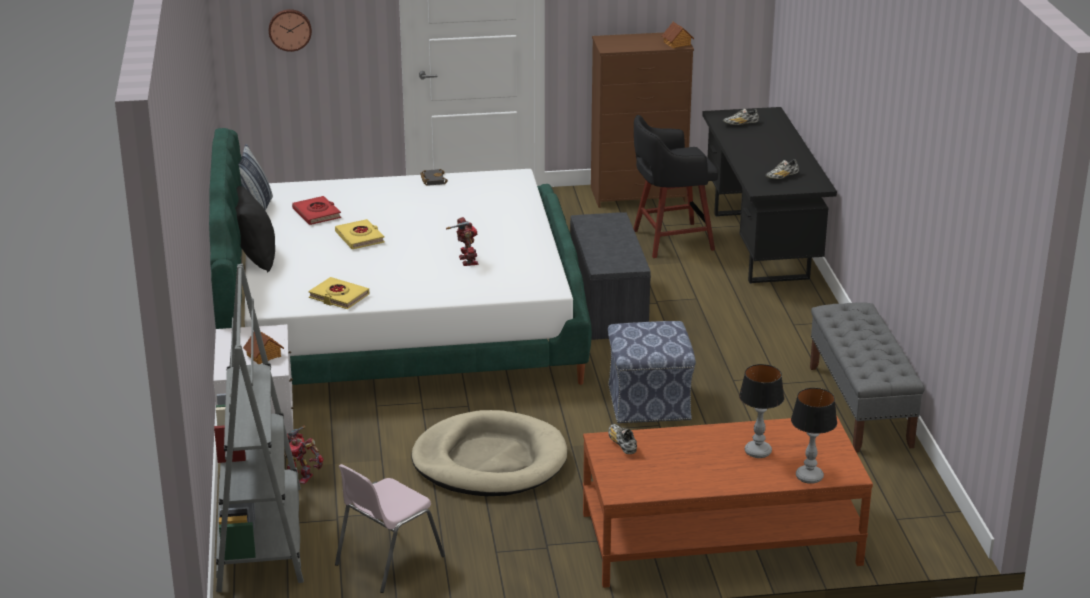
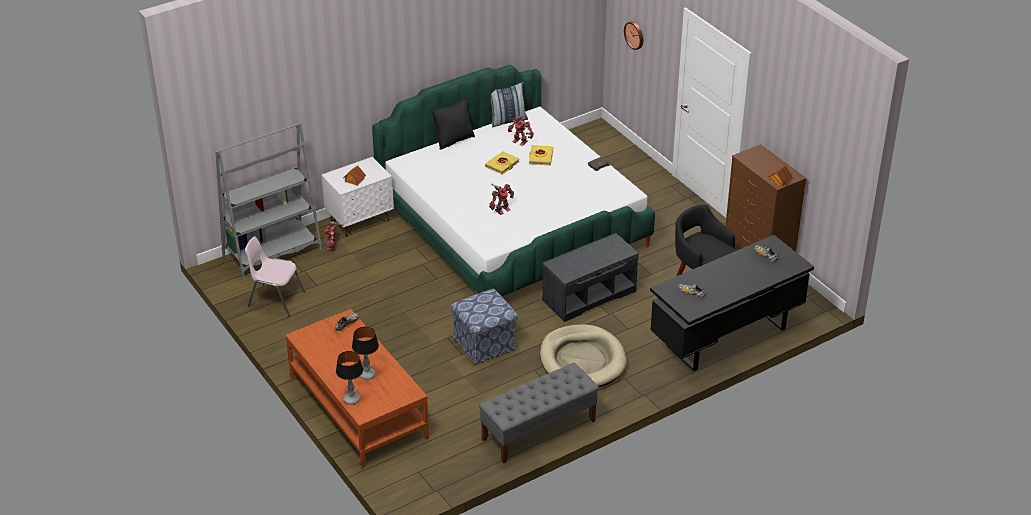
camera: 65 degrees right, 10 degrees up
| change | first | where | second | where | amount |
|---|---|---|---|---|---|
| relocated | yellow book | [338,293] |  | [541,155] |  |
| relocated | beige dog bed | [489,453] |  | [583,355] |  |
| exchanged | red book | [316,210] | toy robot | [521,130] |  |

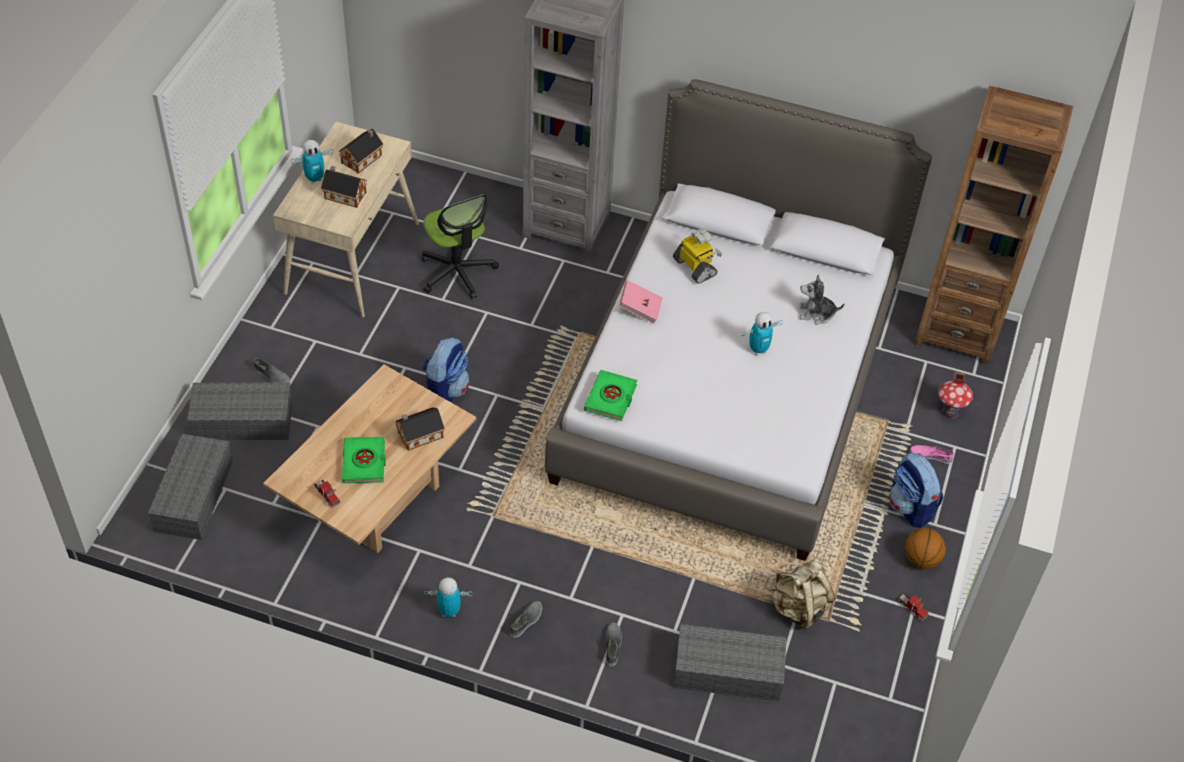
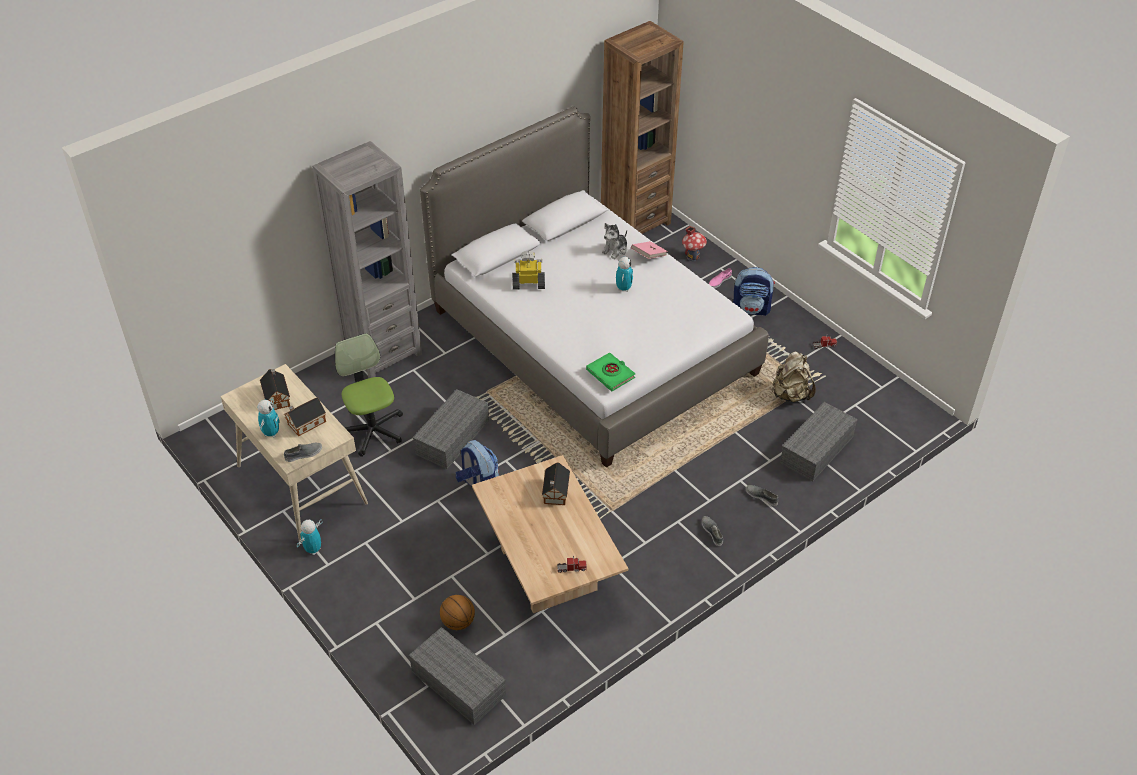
camera: 55 degrees left, 5 degrees down
| change | first | where | second | where | amount |
|---|---|---|---|---|---|
| missing | green book | [364,460] |  |  |  |
| relocated | grey storage box | [239,411] |  | [451,429] |  |
| relocated | grey shoe | [272,370] |  | [303,452] |  |
| relocated | toy robot | [448,597] |  | [309,537] |  |
| relocated | pink book | [640,301] |  | [649,250] |  |
| relocated | basketball | [925,548] |  | [457,612] |  |
| spun | office chair | [460,246] |  | [369,395] | 120 degrees counterclockwise |

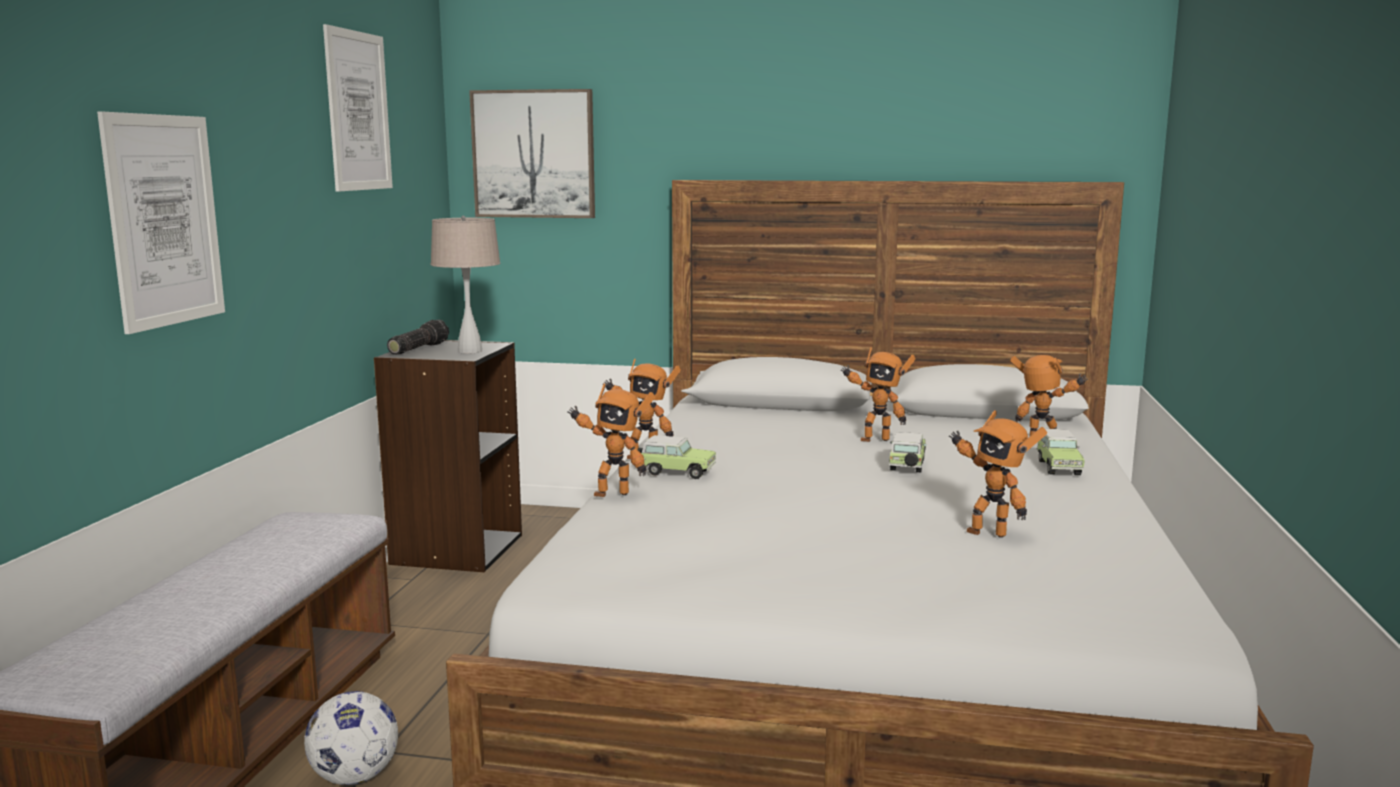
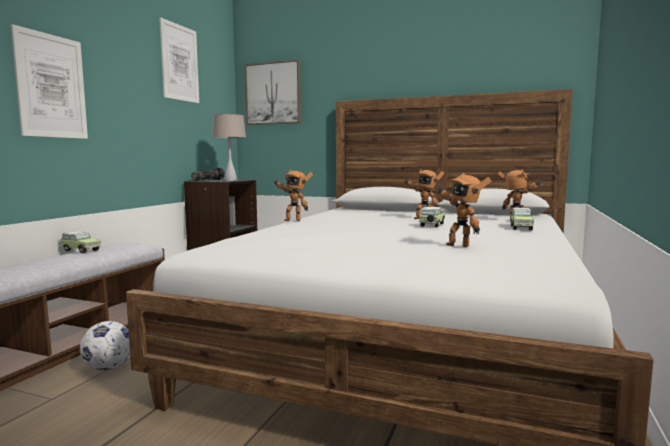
camera: 10 degrees right, 5 degrees down
| change | first | where | second | where | amount |
|---|---|---|---|---|---|
| missing | toy robot | [611,440] |  |  |  |
| relocated | toy car | [676,457] |  | [81,242] |  |

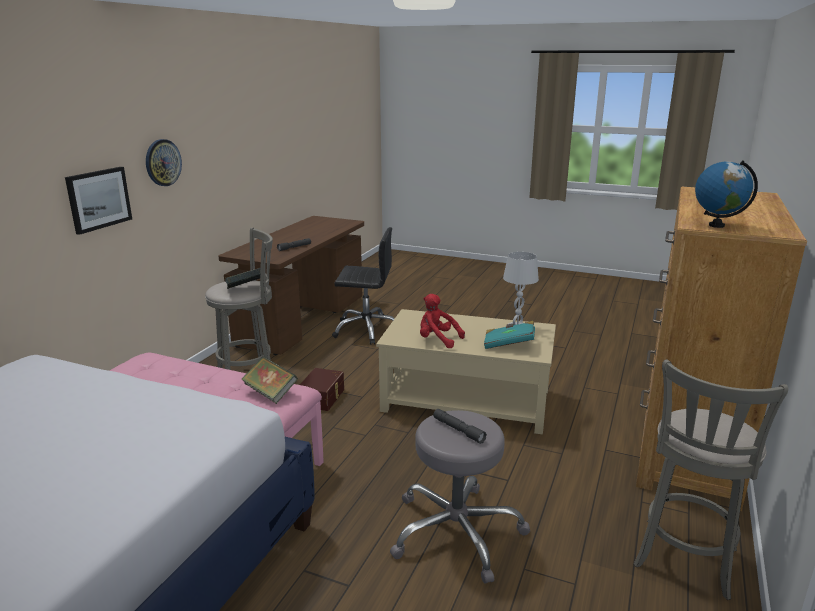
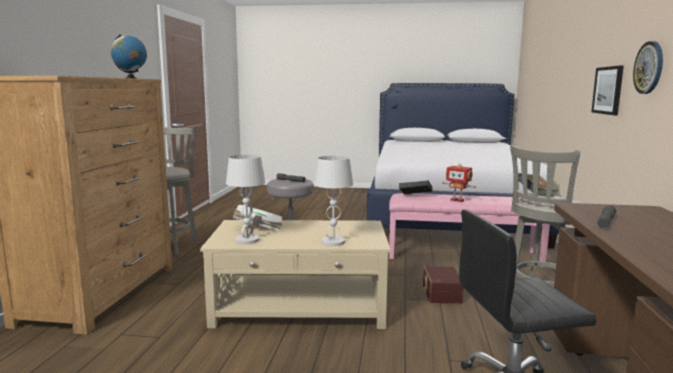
camera: 165 degrees right, 10 degrees down
| change | first | where | second | where | amount |
|---|---|---|---|---|---|
| missing | red plush toy | [442,321] |  |  |  |
| appeared |  |  | white table lamp | [333,201] |  |
| appeared |  |  | toy robot | [459,183] |  |
| colour | turquoise book | [509,335] | white book | [257,217] |  |

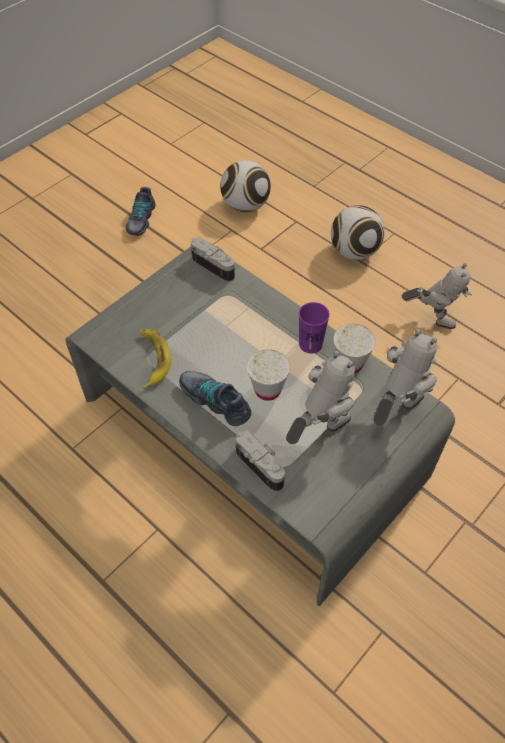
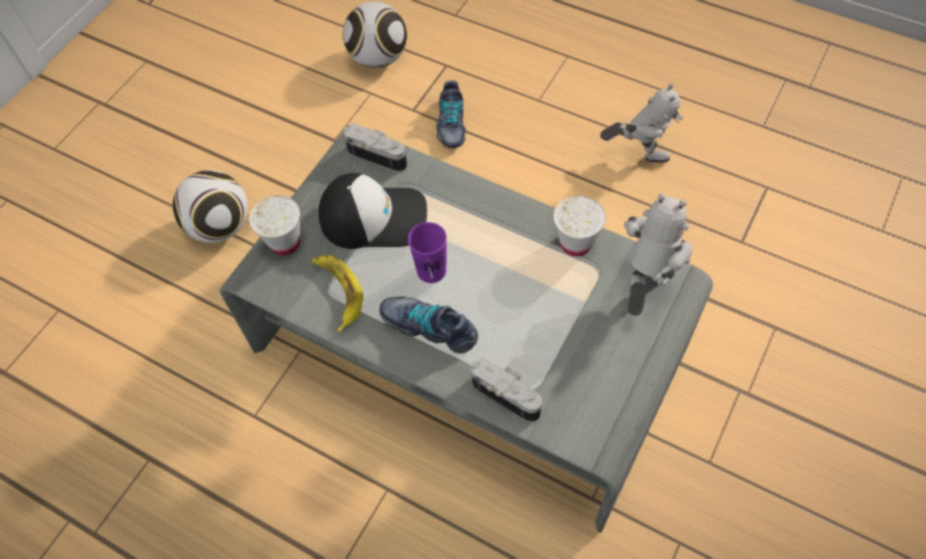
camera: 10 degrees left, 5 degrees up
| change | first | where | second | where | amount |
|---|---|---|---|---|---|
| missing | toy robot | [320,397] |  |  |  |
| appeared |  |  | cap | [372,211] |  |
| relocated | shoe | [141,211] |  | [451,114] |  |
| relocated | white cup | [268,375] |  | [275,225] |  |
| relocated | purple cup | [314,328] |  | [427,252] |  |
| relocated | football | [358,232] |  | [210,206] |  |

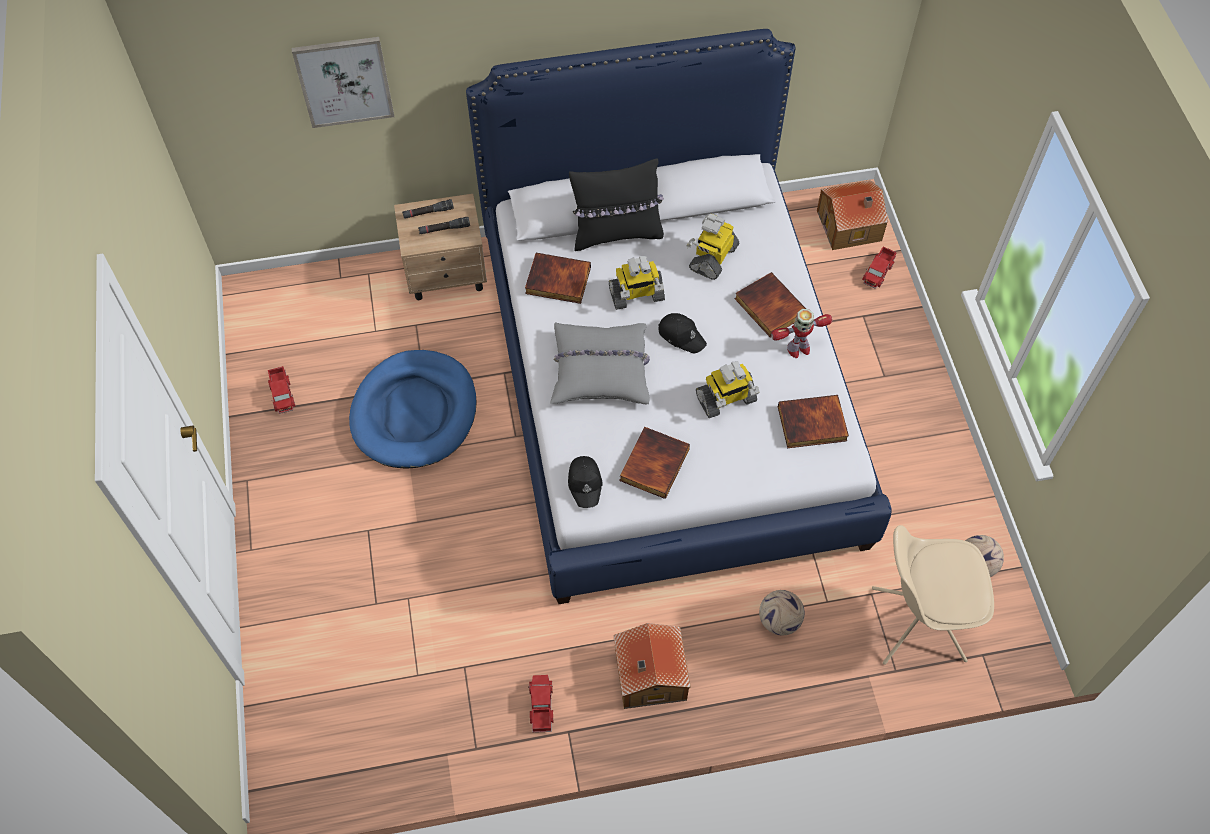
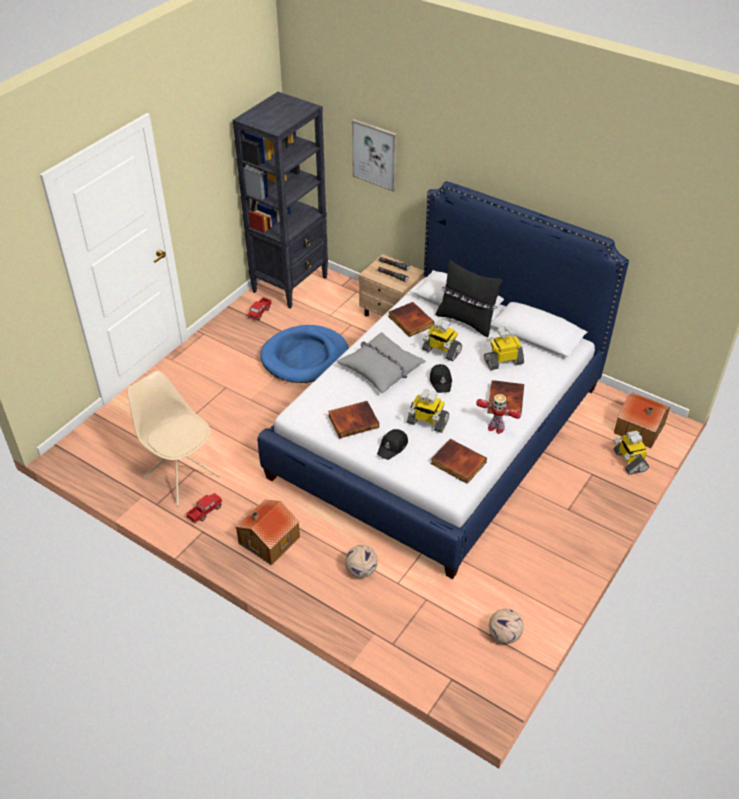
camera: 45 degrees right, 15 degrees down
| change | first | where | second | where | amount |
|---|---|---|---|---|---|
| appeared |  |  | black bookcase | [280,200] |  |
| relocated | black cap | [585,482] |  | [392,444] |  |
| relocated | beige chair | [933,595] |  | [173,439] |  |
| exchanged | toy truck | [879,268] | toy robot | [631,453] |  |

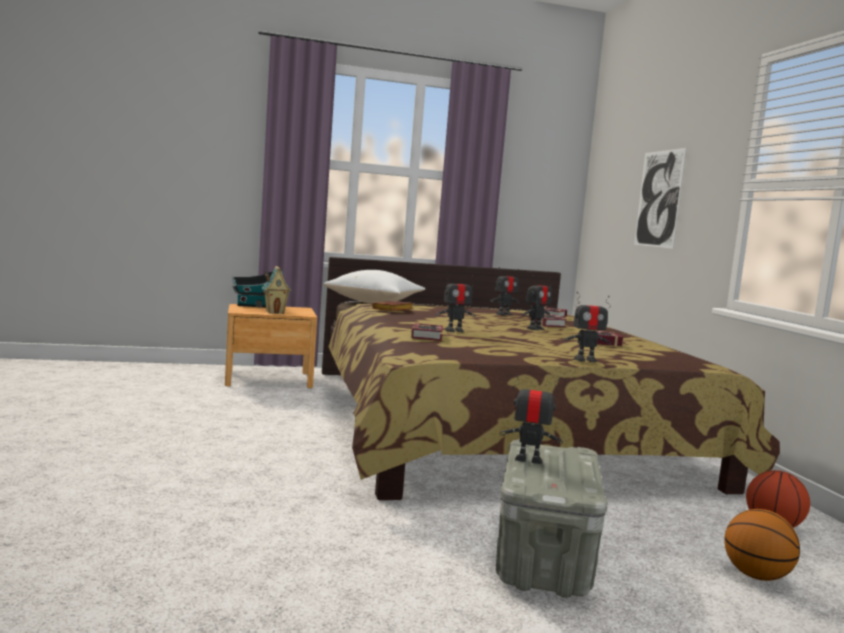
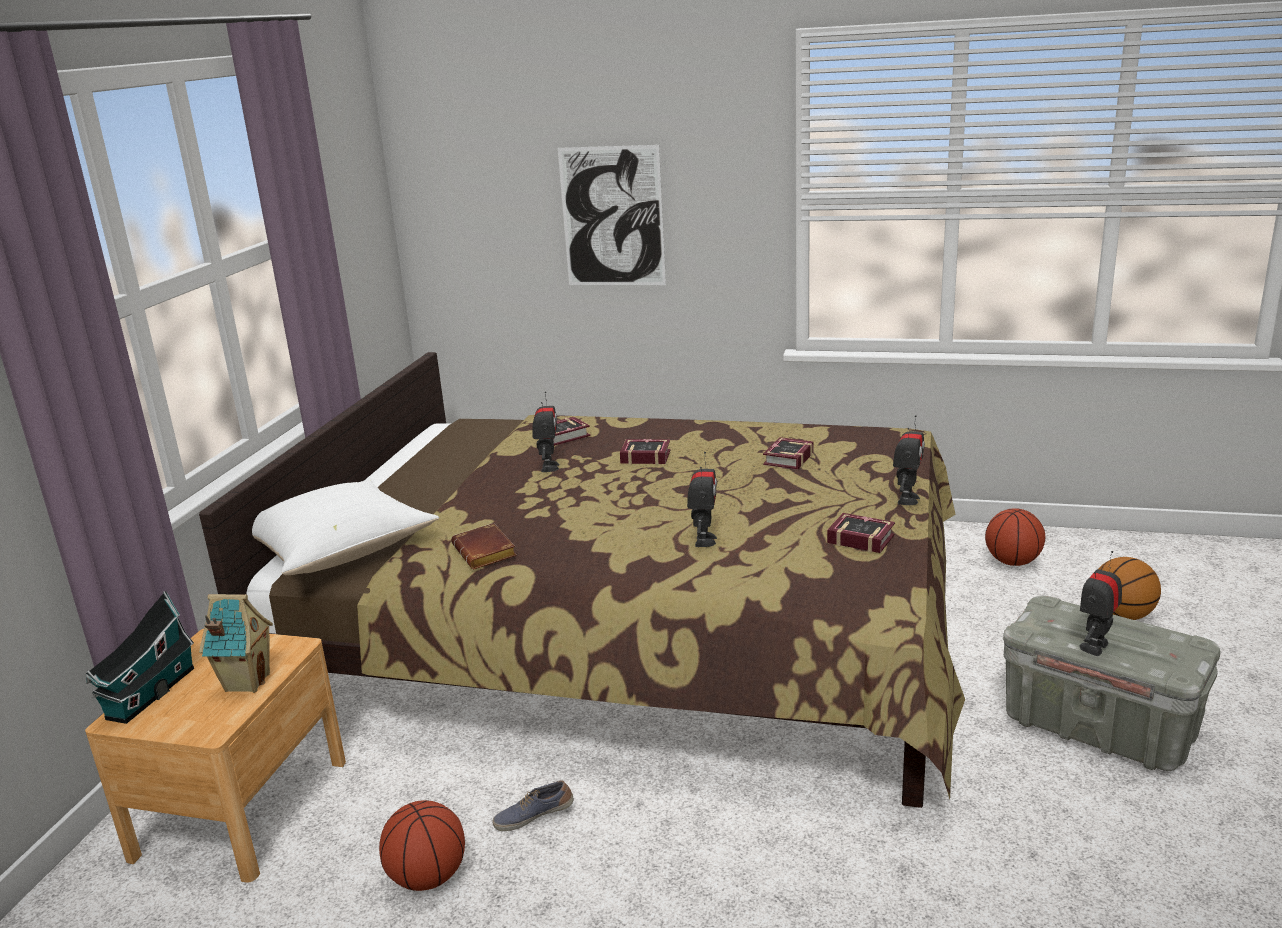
camera: 60 degrees left, 15 degrees up
| change | first | where | second | where | amount |
|---|---|---|---|---|---|
| missing | toy robot | [537,302] |  |  |  |
| appeared |  |  | basketball | [422,845] |  |
| appeared |  |  | shoe | [533,806] |  |
| relocated | book | [427,332] |  | [861,533] |  |

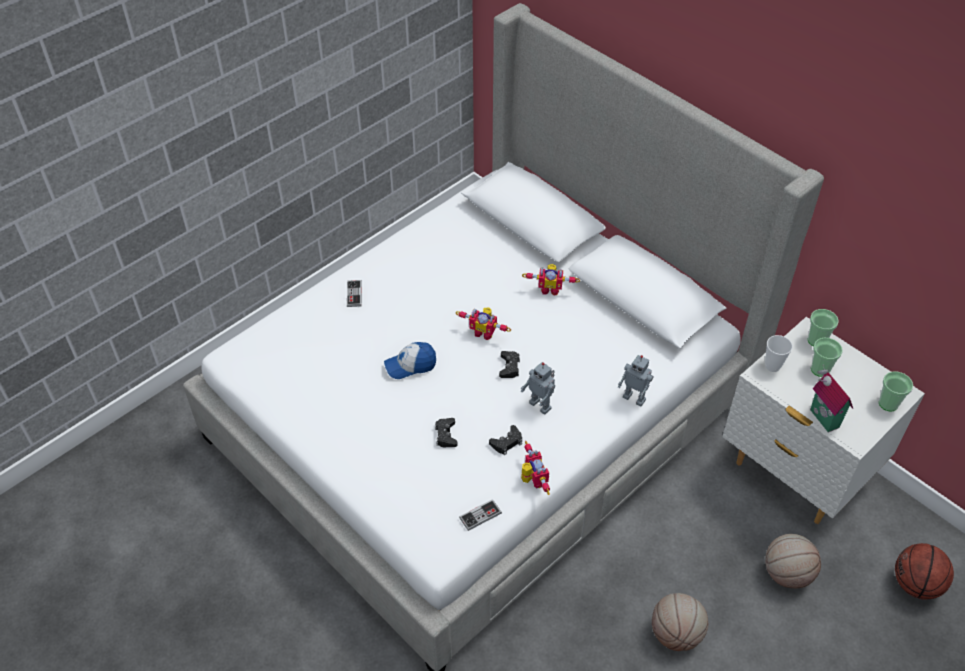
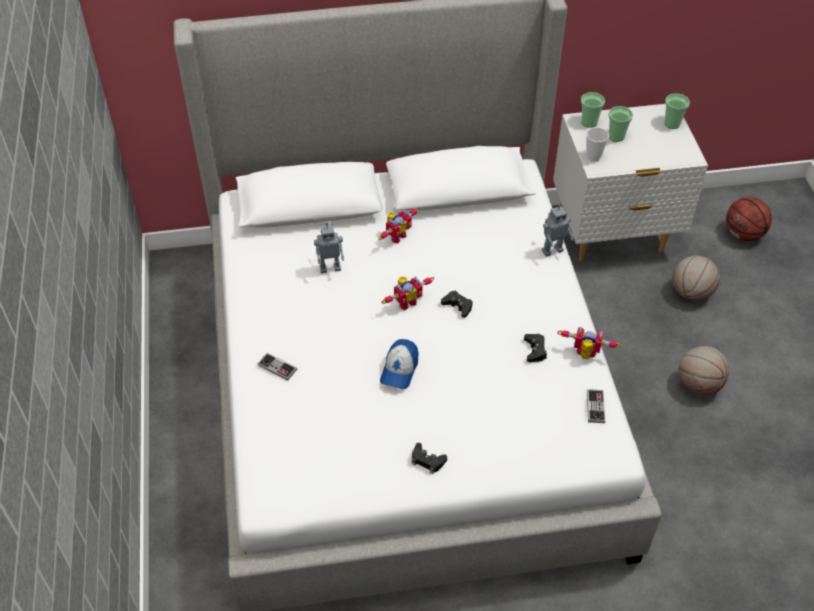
camera: 55 degrees left, 0 degrees up
| change | first | where | second | where | amount |
|---|---|---|---|---|---|
| missing | toy house | [831,398] |  |  |  |
| relocated | black game controller | [446,432] |  | [429,458] |  |
| relocated | toy robot | [538,388] |  | [329,248] |  |

